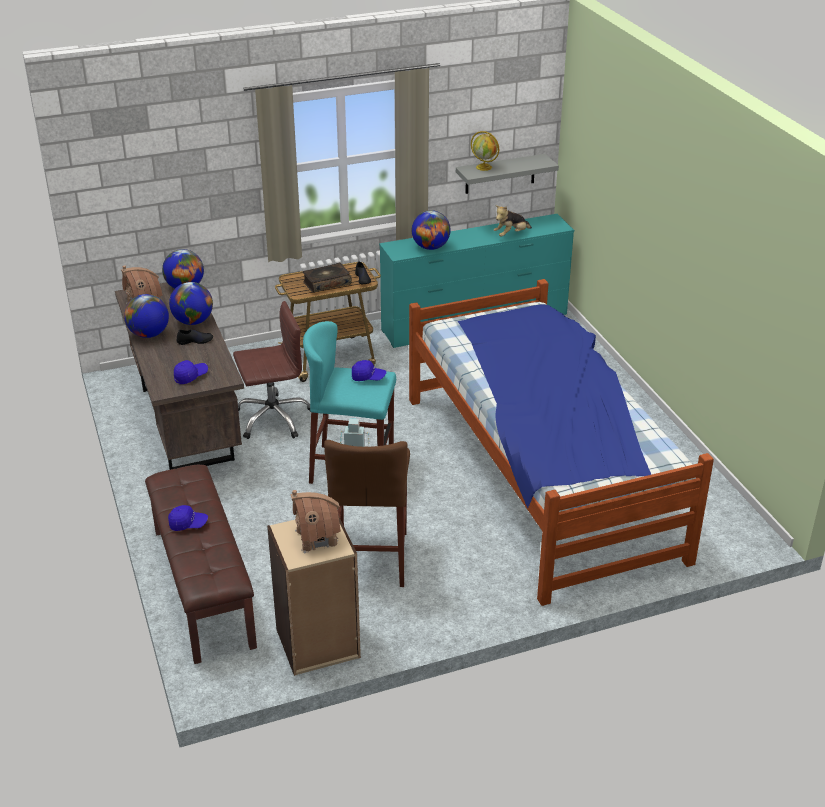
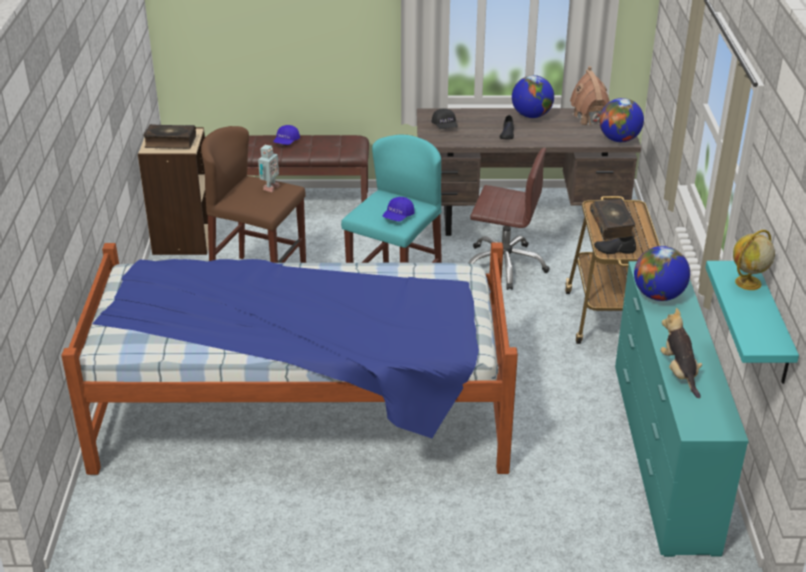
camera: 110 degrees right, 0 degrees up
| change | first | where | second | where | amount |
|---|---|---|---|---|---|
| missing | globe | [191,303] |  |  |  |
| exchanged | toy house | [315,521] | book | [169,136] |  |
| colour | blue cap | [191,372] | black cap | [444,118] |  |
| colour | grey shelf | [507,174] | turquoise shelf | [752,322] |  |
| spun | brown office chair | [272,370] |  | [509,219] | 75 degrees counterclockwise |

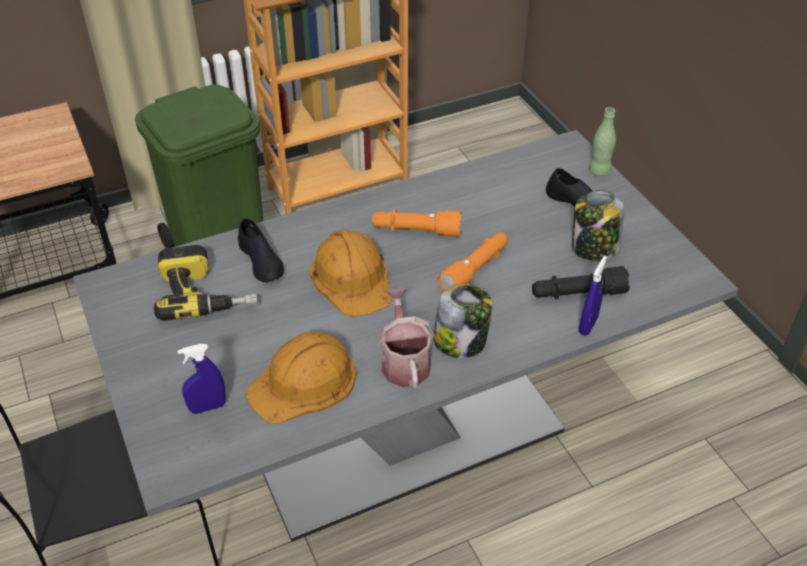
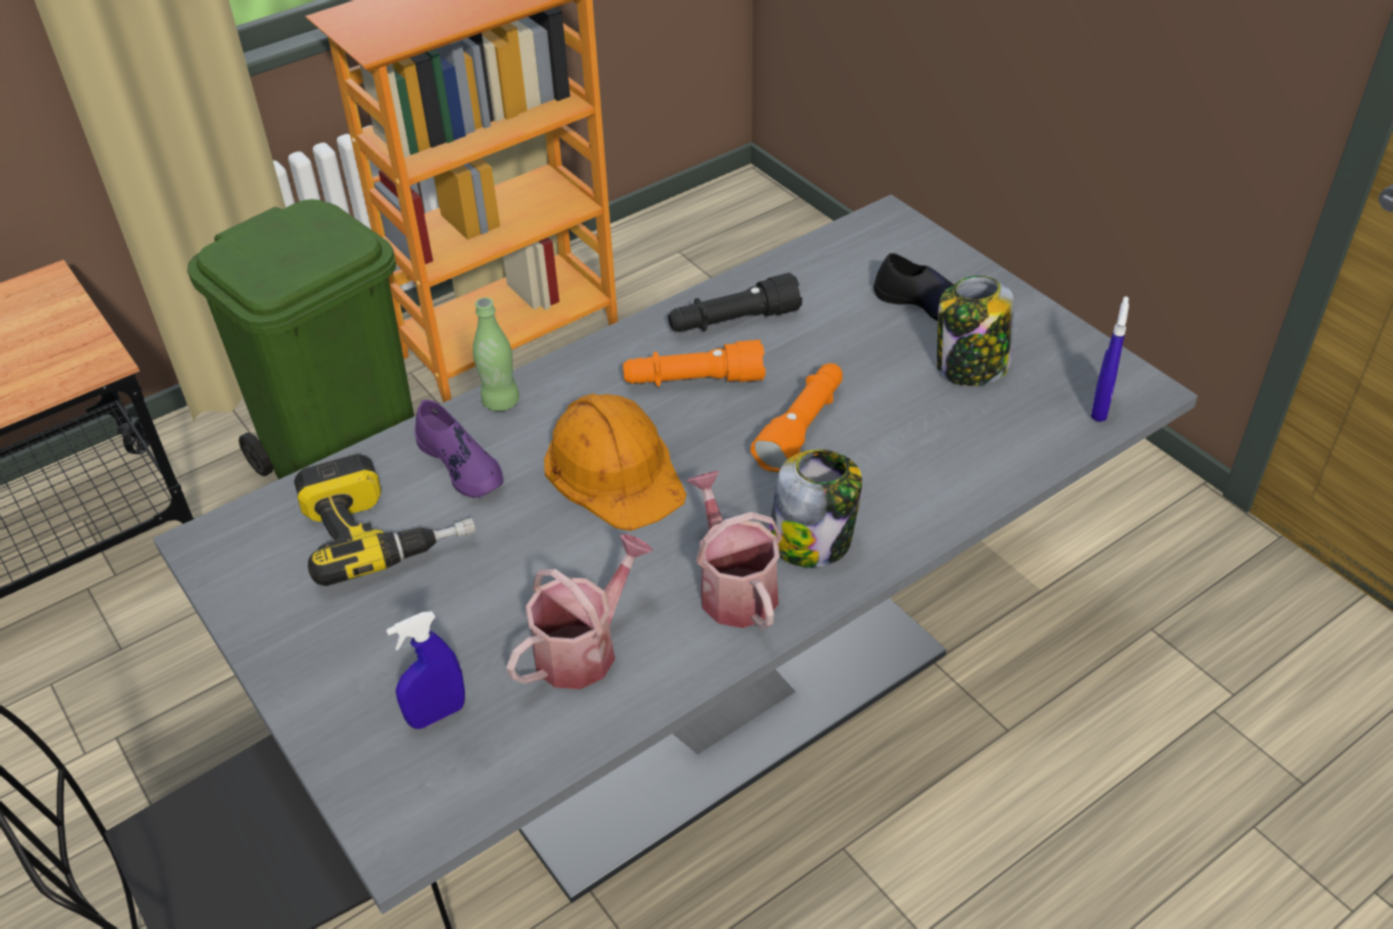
camera: 10 degrees left, 0 degrees up
| change | first | where | second | where | amount |
|---|---|---|---|---|---|
| relocated | black flashlight | [581,282] |  | [735,302] |  |
| relocated | blue spray bottle | [593,296] |  | [1110,359] |  |
| relocated | green bottle | [602,141] |  | [496,354] |  |
| exchanged | orange hard hat | [301,378] | watering can | [579,611] |  |
| colour | black shoe | [261,250] | purple shoe | [459,448] |  |

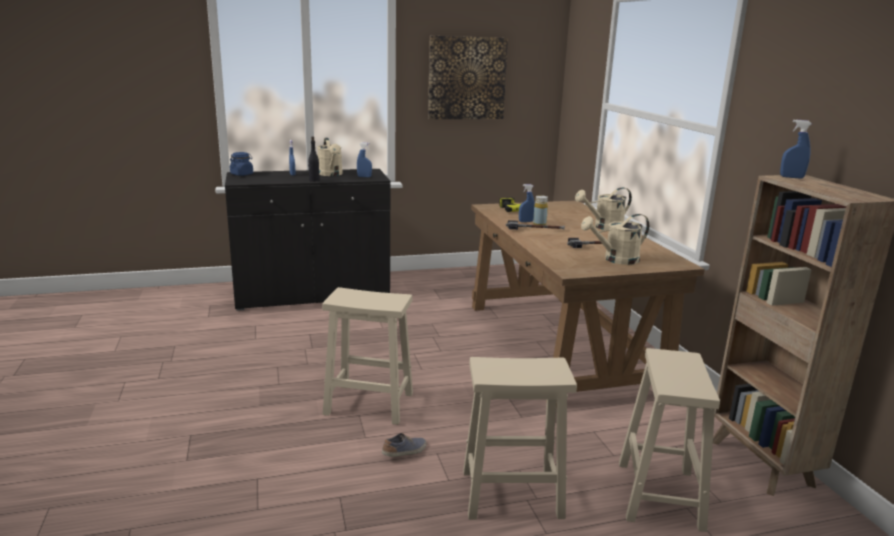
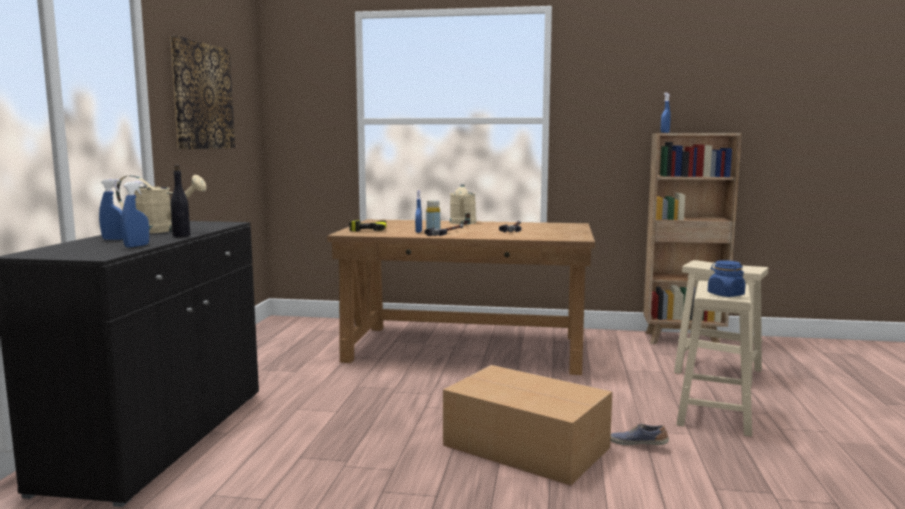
camera: 65 degrees left, 10 degrees down
| change | first | where | second | where | amount |
|---|---|---|---|---|---|
| missing | beige watering can | [615,239] |  |  |  |
| relocated | blue jar | [241,164] |  | [726,278] |  |
| relocated | blue spray bottle | [364,159] |  | [135,214] |  |
| exchanged | beige stool | [367,356] | cardboard box | [527,425] |  |
| spun | shoe | [404,445] |  | [639,434] | 45 degrees counterclockwise |

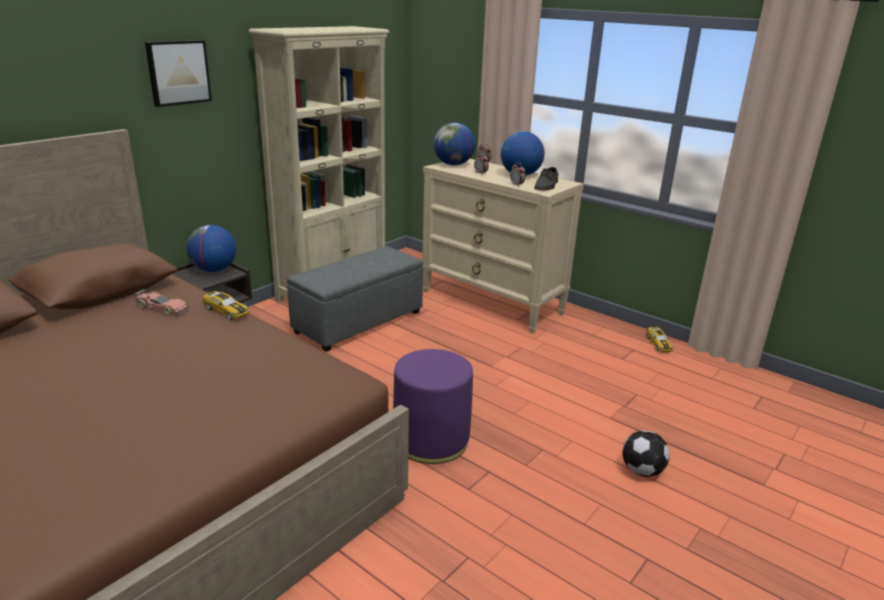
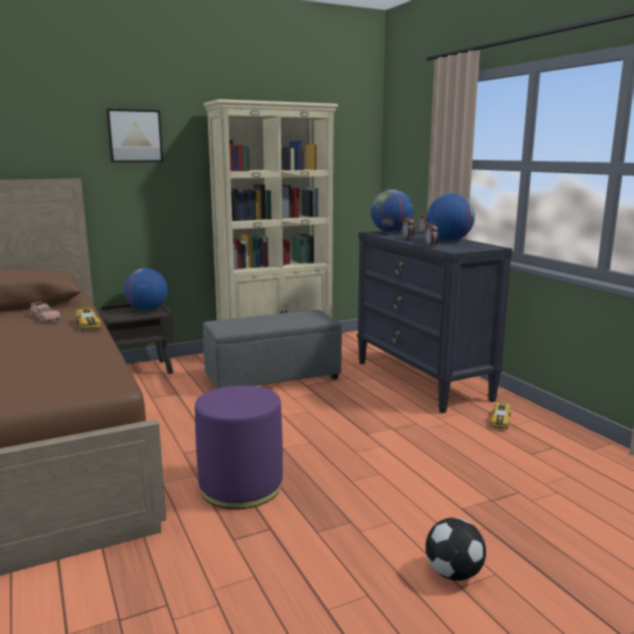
camera: 25 degrees right, 10 degrees down
| change | first | where | second | where | amount |
|---|---|---|---|---|---|
| missing | grey shoe | [546,179] |  |  |  |
| relocated | toy car | [659,340] |  | [500,415] |  |
| colour | beige dresser | [503,246] | black dresser | [435,321] |  |

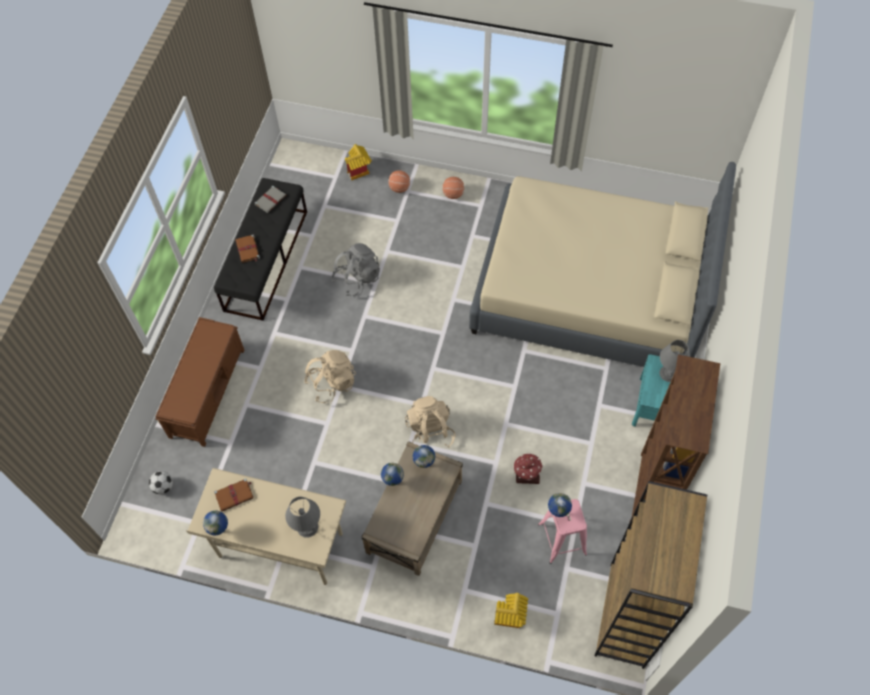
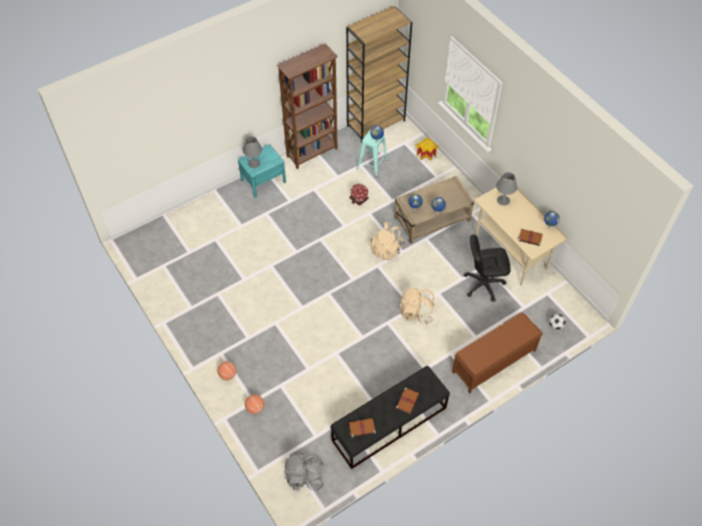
camera: 140 degrees left, 5 degrees down
| change | first | where | second | where | amount |
|---|---|---|---|---|---|
| missing | toy house | [358,162] |  |  |  |
| missing | beige bed | [602,264] |  |  |  |
| appeared |  |  | black office chair | [487,268] |  |
| relocated | grey backpack | [356,269] |  | [304,471] |  |
| colour | grey book | [270,199] | brown book | [362,428] |  |
| colour | pink stool | [562,531] | turquoise stool | [372,153] |  |

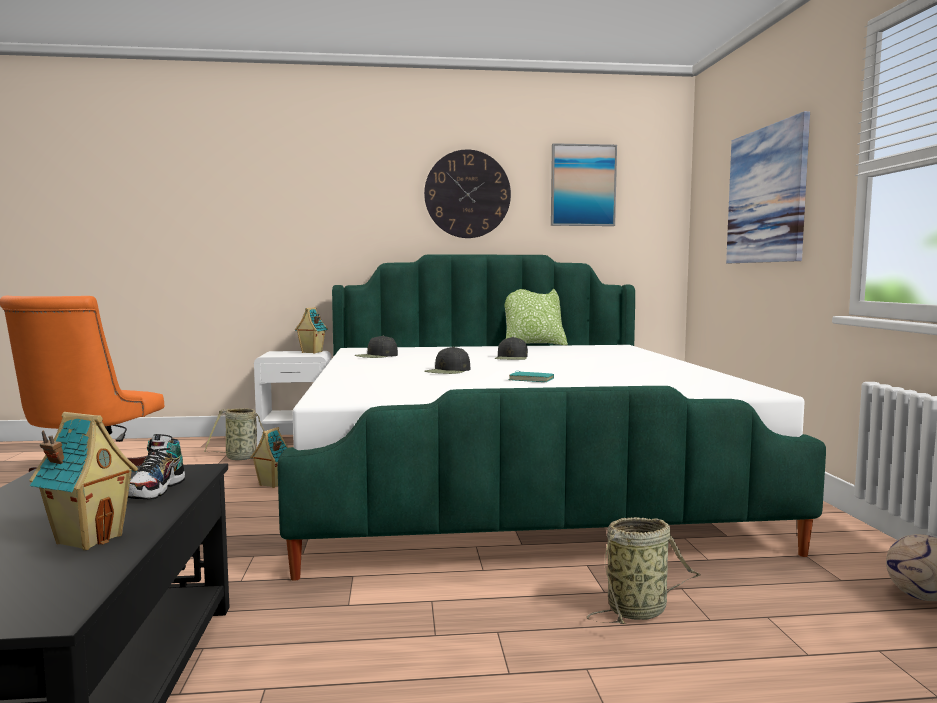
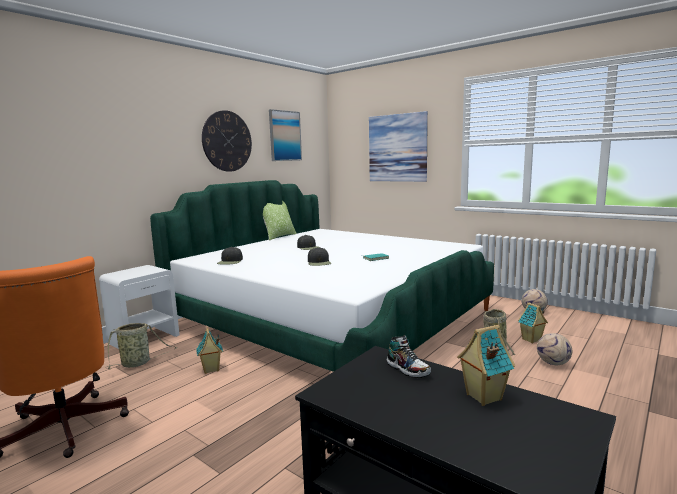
camera: 45 degrees left, 5 degrees up
| change | first | where | second | where | amount |
|---|---|---|---|---|---|
| appeared |  |  | football | [554,349] |  |
| relocated | toy house | [311,330] |  | [533,322] |  |

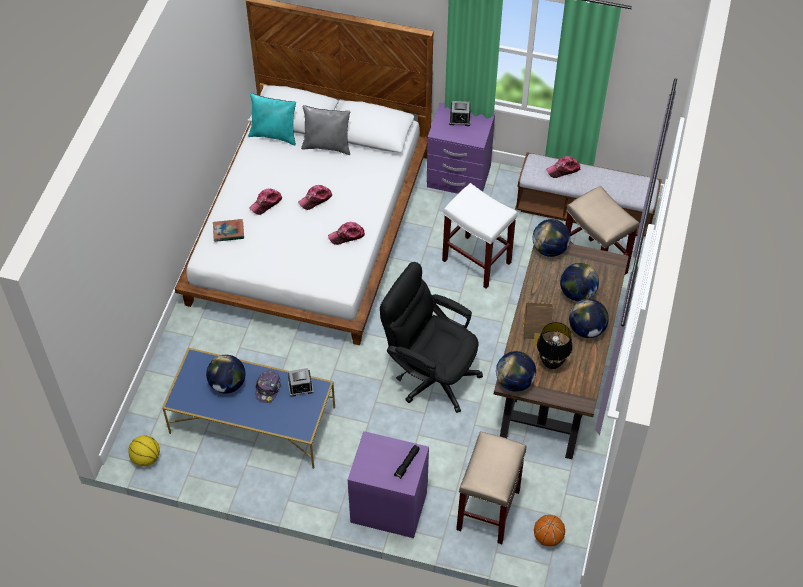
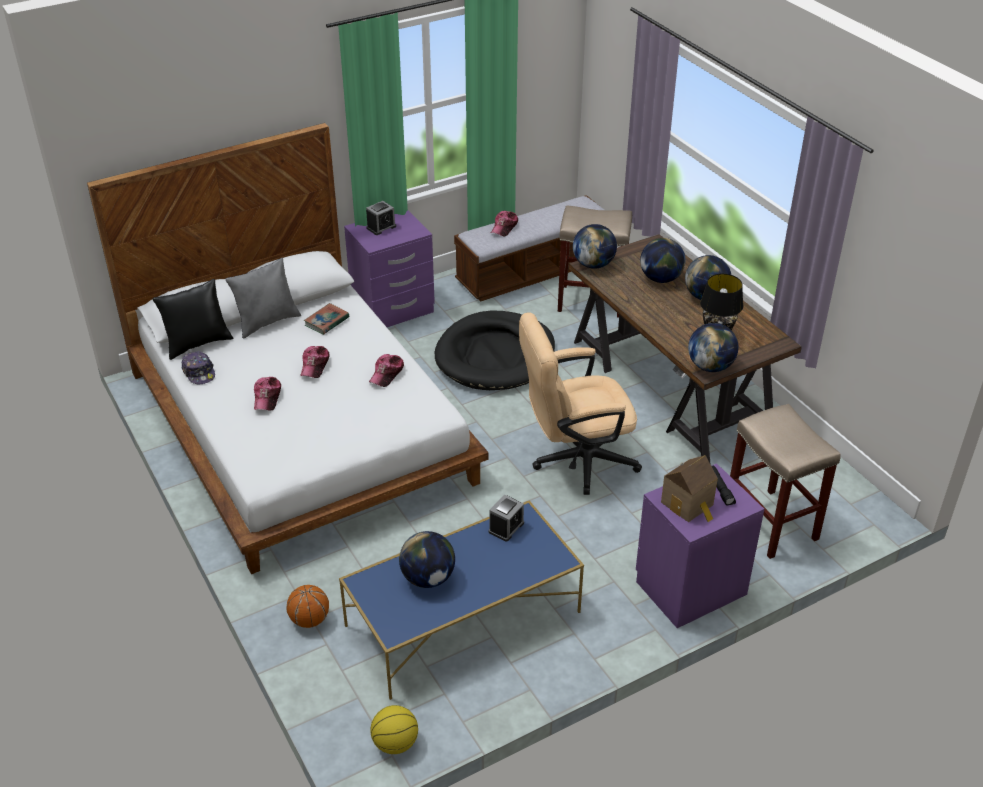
camera: 45 degrees left, 15 degrees down
| change | first | where | second | where | amount |
|---|---|---|---|---|---|
| relocated | book | [228,230] |  | [326,319] |  |
| relocated | cap | [268,386] |  | [198,367] |  |
| relocated | toy house | [538,324] |  | [689,488] |  |
| relocated | basketball | [549,531] |  | [308,606] |  |
| exchanged | white stool | [479,235] | black dog bed | [495,350] |  |
| colour | turquoise pillow | [272,119] | black pillow | [192,319] |  |
| colour | black office chair | [431,337] | beige office chair | [580,404] |  |

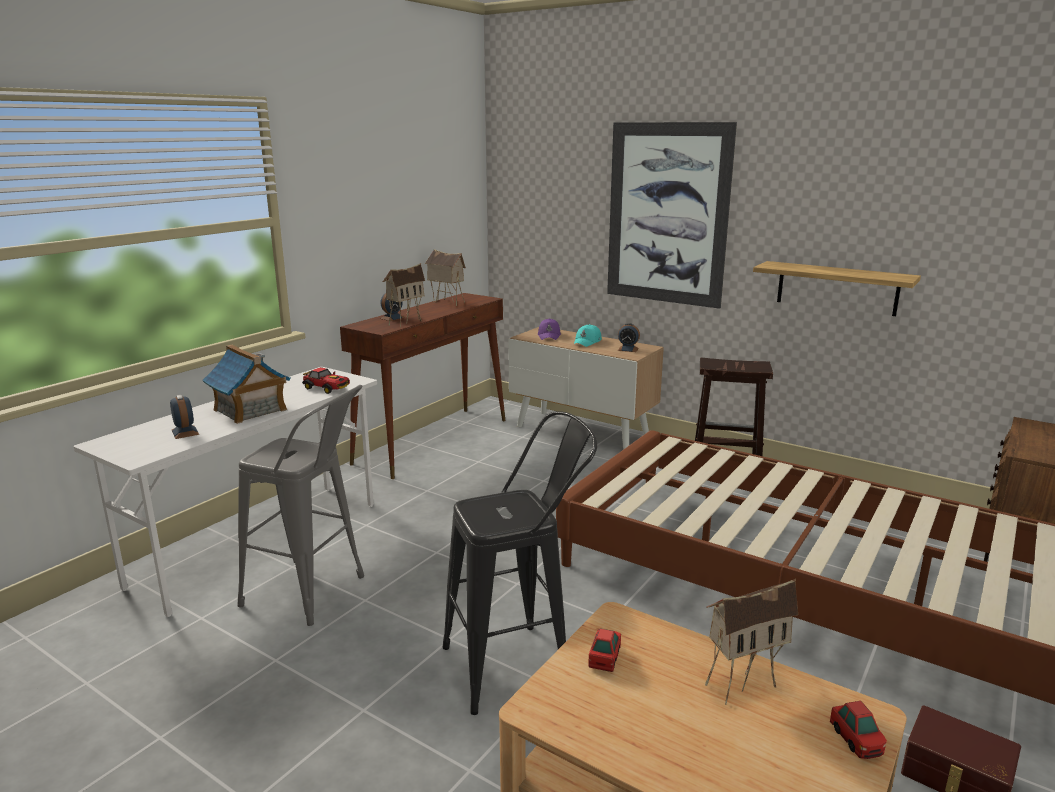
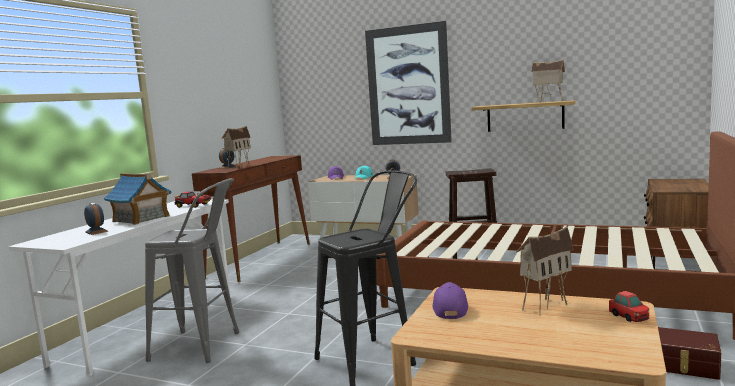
camera: 10 degrees left, 10 degrees down
| change | first | where | second | where | amount |
|---|---|---|---|---|---|
| relocated | toy house | [445,277] |  | [548,81] |  |
| exchanged | toy car | [604,650] | purple cap | [450,300] |  |

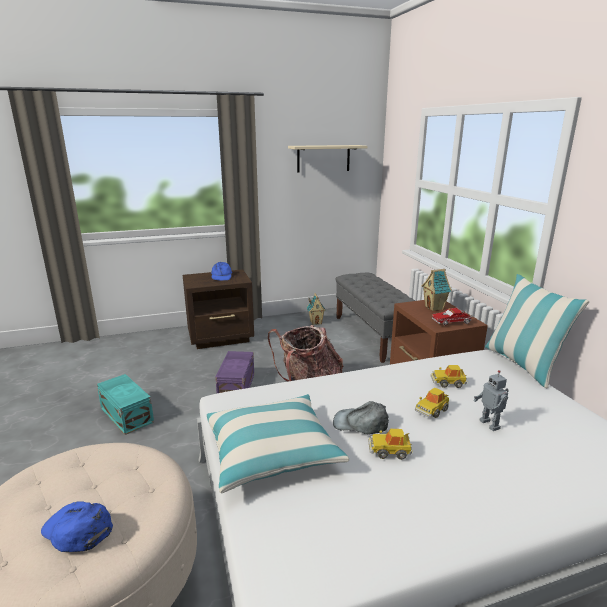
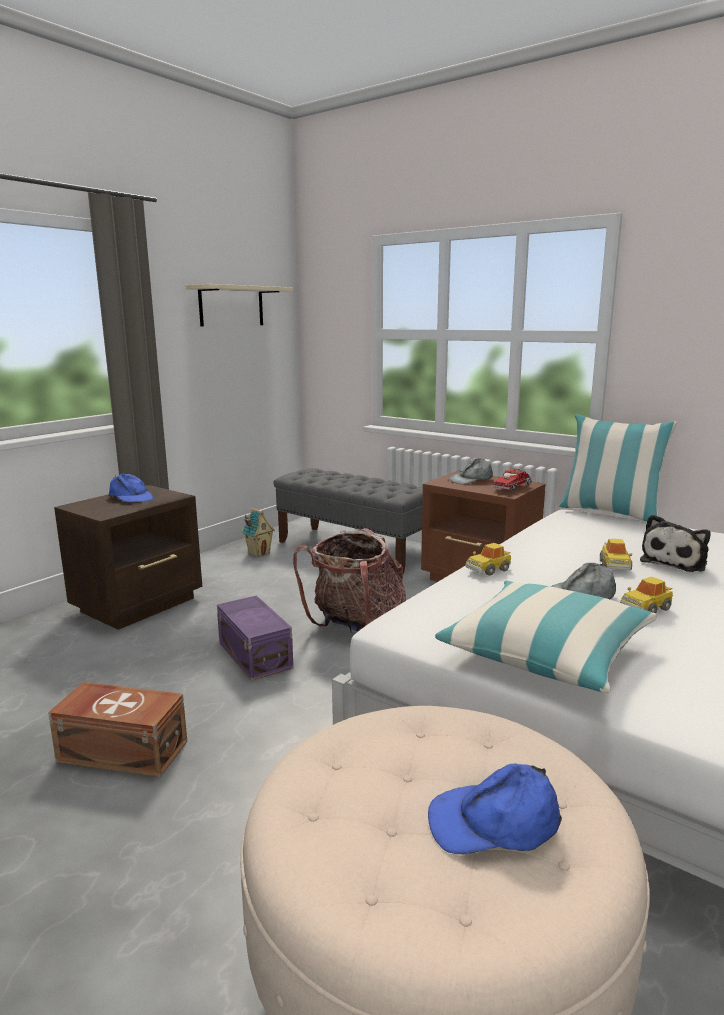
camera: 35 degrees left, 5 degrees down
| change | first | where | second | where | amount |
|---|---|---|---|---|---|
| relocated | toy car | [449,376] |  | [488,559] |  |
| exchanged | toy house | [437,290] | grey cap | [470,471] |  |
| exchanged | toy robot | [491,400] | plush toy | [675,543] |  |
| colour | turquoise storage box | [125,404] | brown storage box | [117,729] |  |

